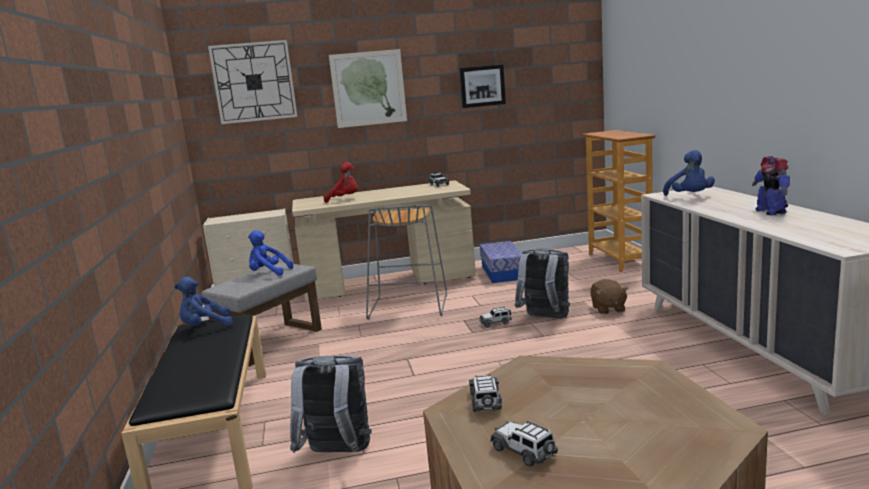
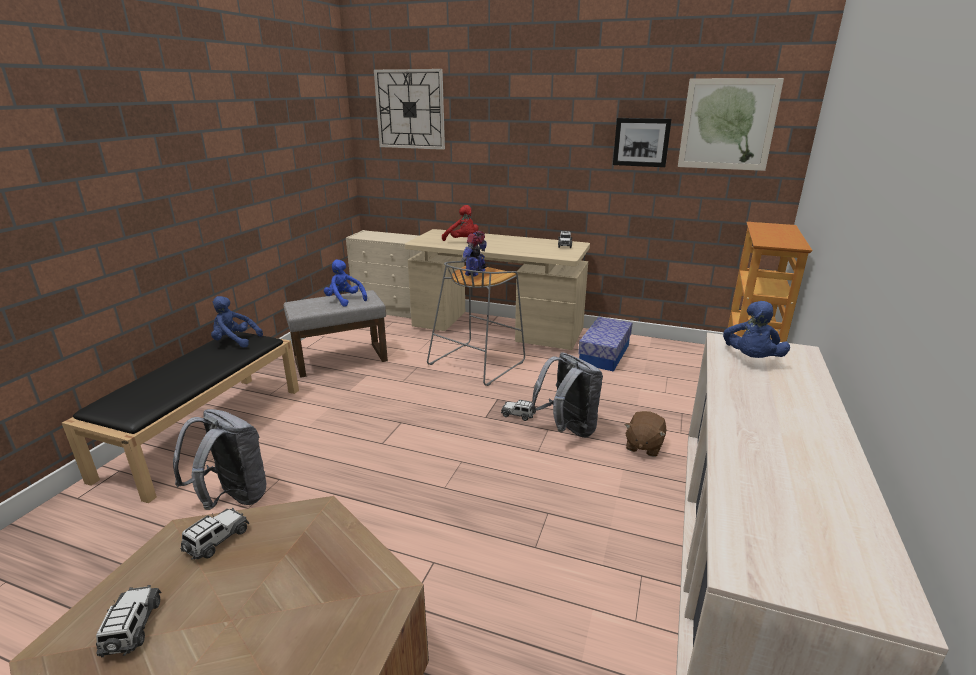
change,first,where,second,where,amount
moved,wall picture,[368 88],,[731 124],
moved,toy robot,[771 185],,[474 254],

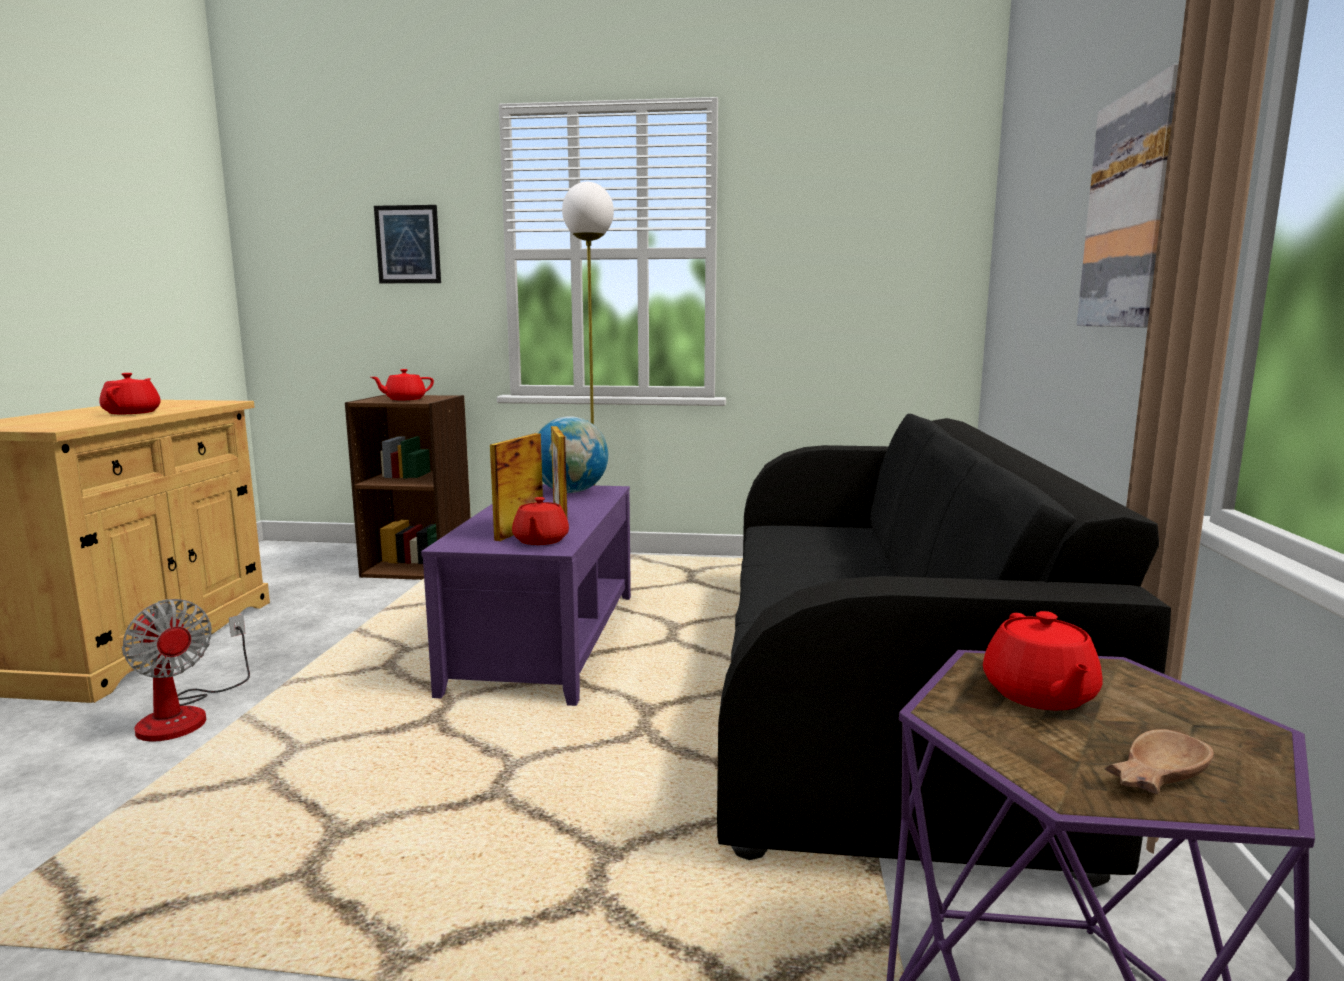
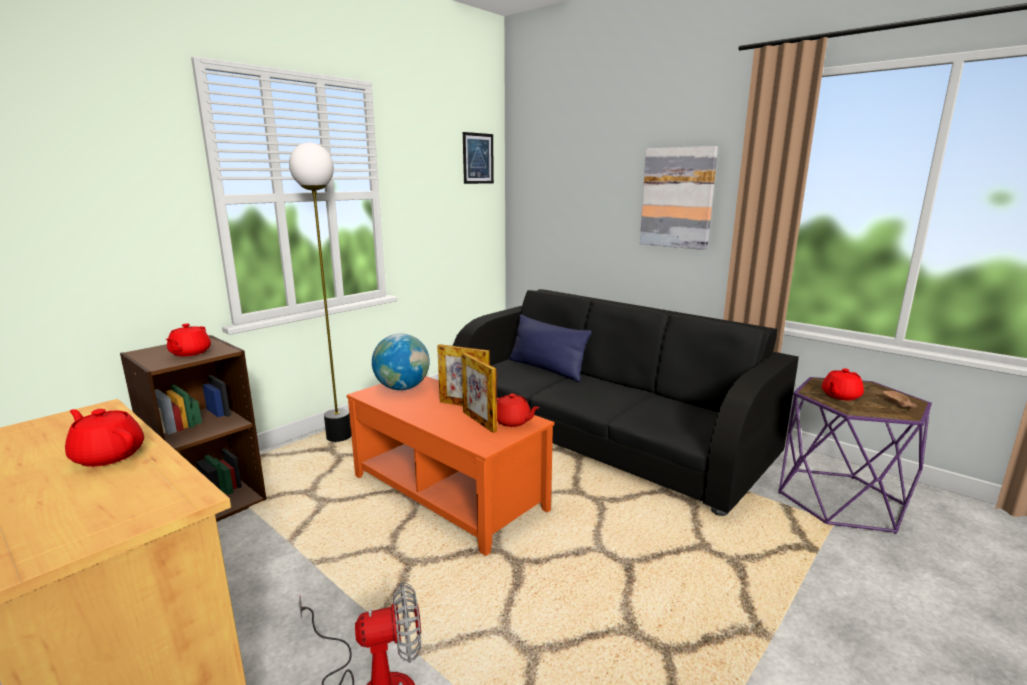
change,first,where,second,where,amount
moved,wall picture,[407 244],,[478 158],
recoloured,coffee table (purplish),[526 595],coffee table (orange-coloured),[450 466],
turned,teapot (red-coloured),[1043 660],,[843 384],105 degrees clockwise
added,,,pillow (bluish),[550 348],

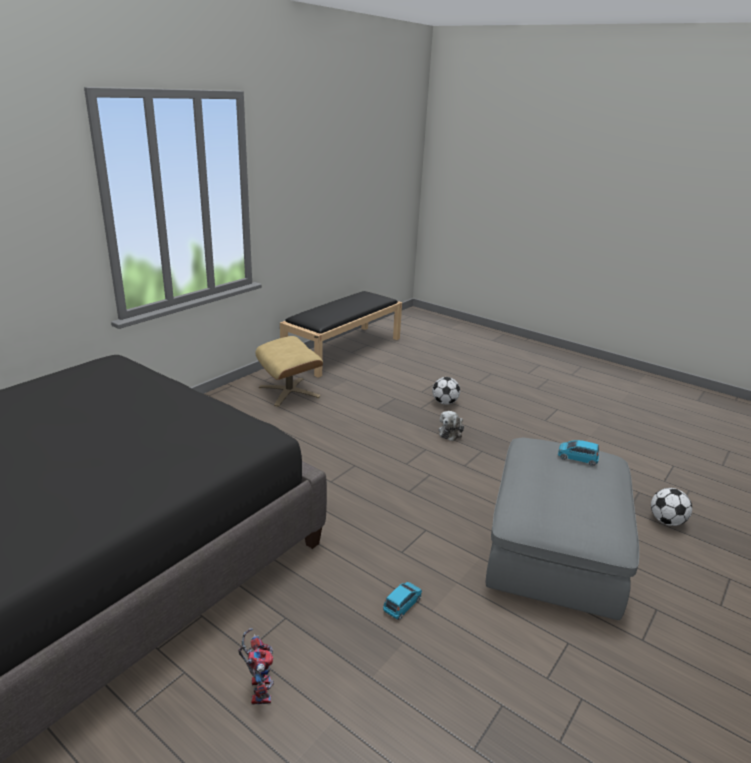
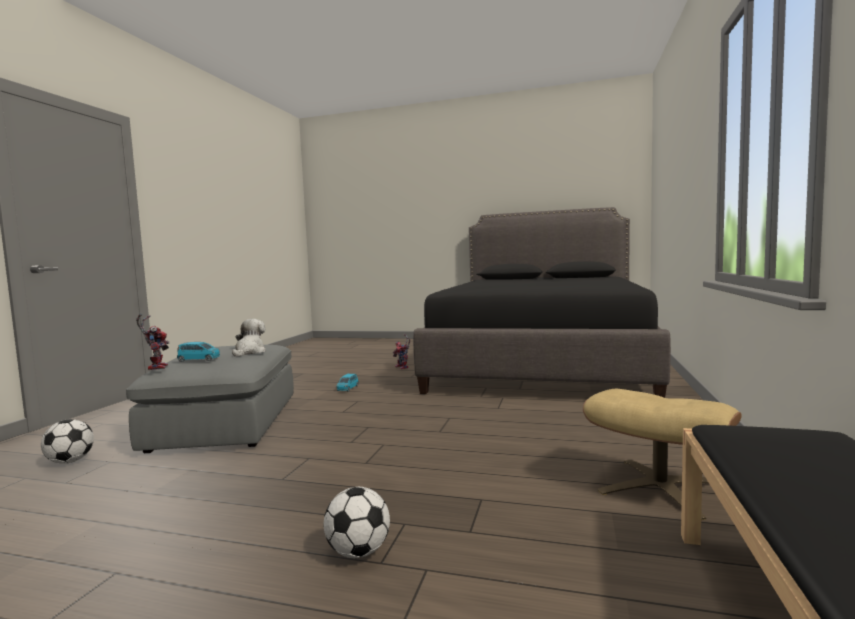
change,first,where,second,where,amount
moved,plush toy,[451 426],,[249 338],
added,,,toy robot,[152 342],

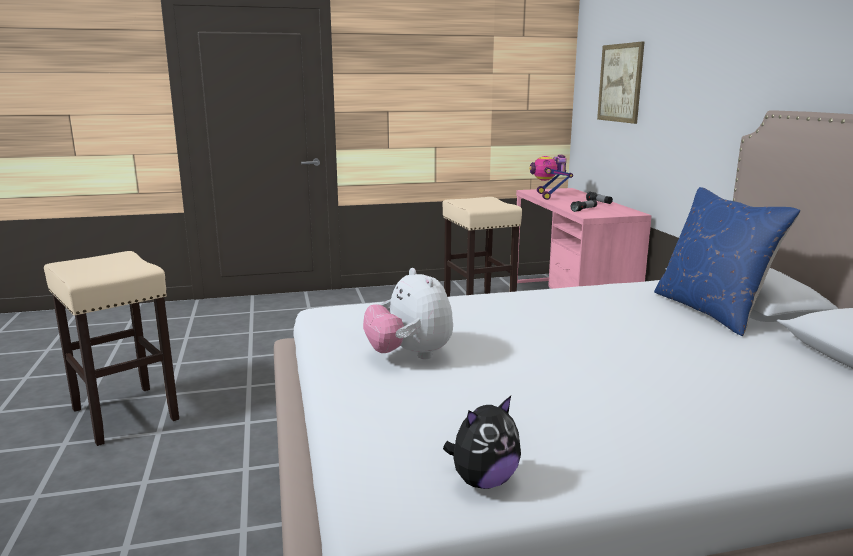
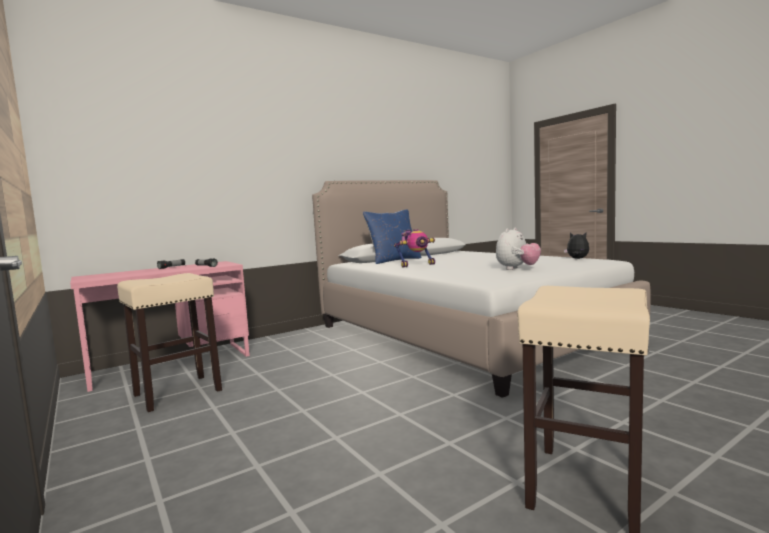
change,first,where,second,where,amount
removed,wall picture,[620 83],,,
moved,toy robot,[551 177],,[414 248],

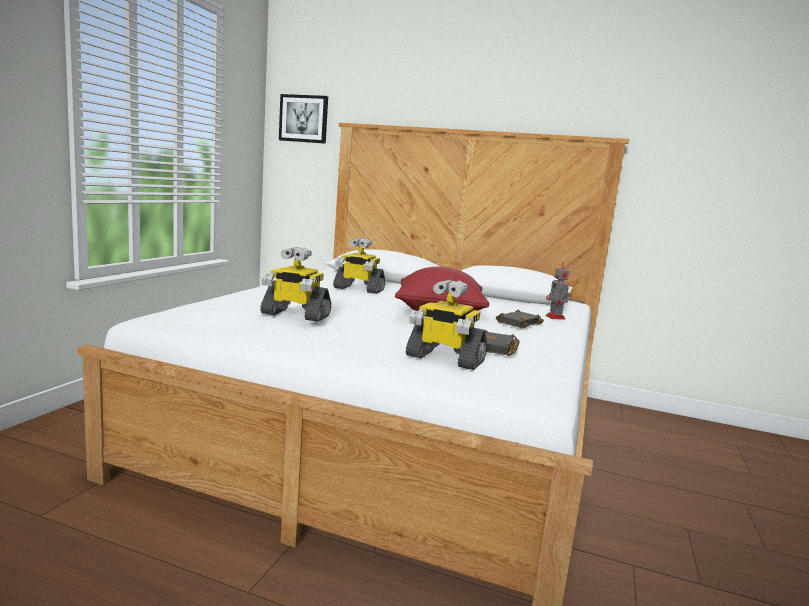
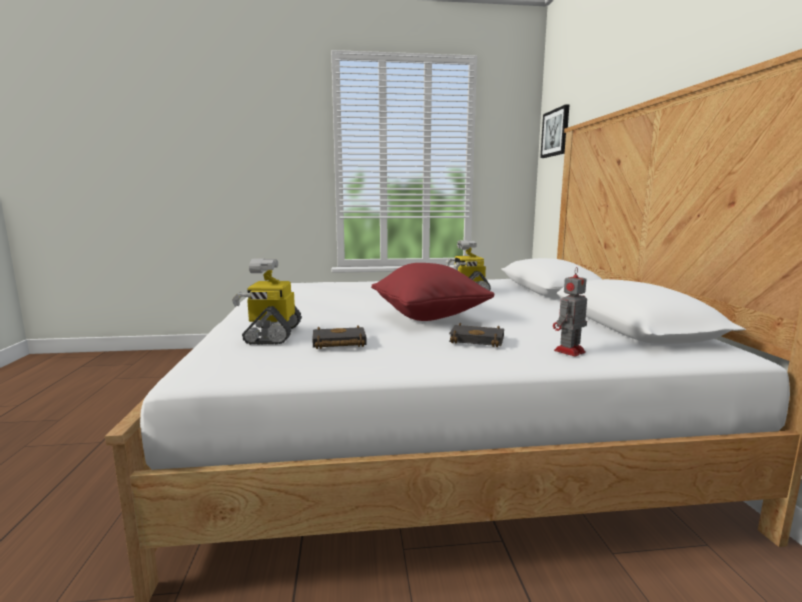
change,first,where,second,where,amount
removed,toy robot,[295 284],,,

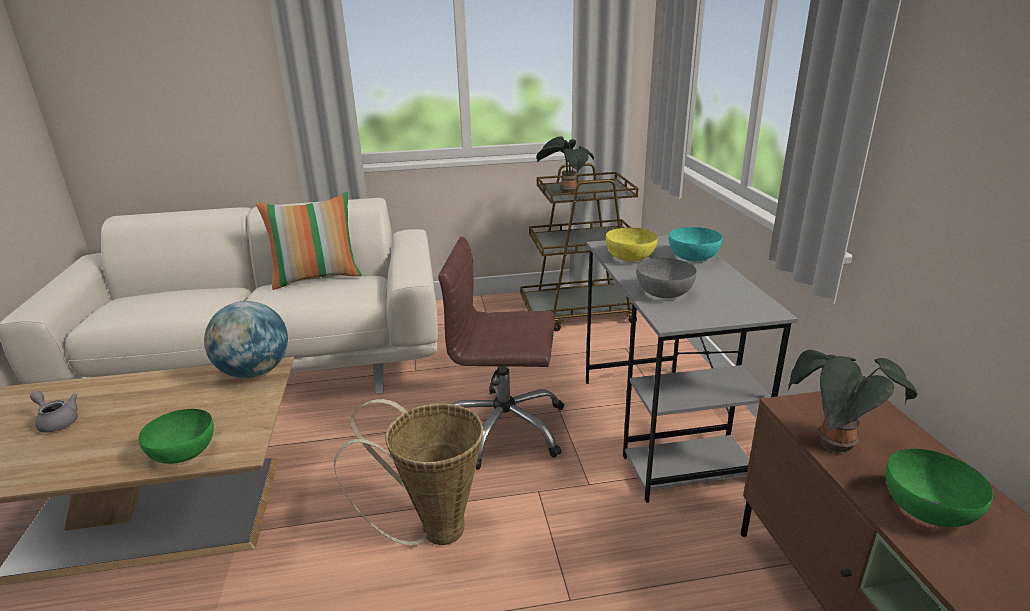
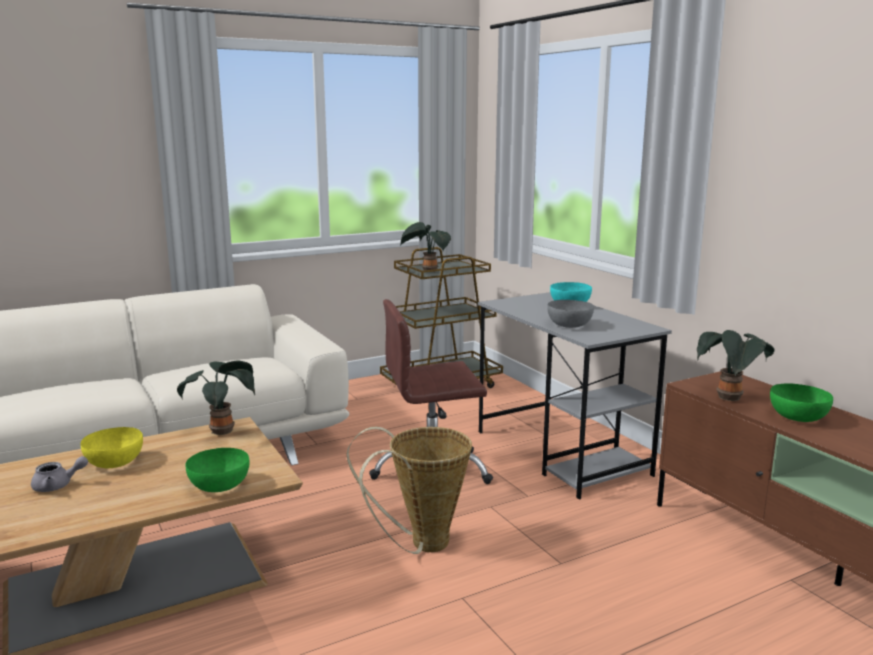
change,first,where,second,where,amount
removed,pillow,[309 241],,,
moved,serving bowl (yellow-coloured),[632 245],,[112 447],
replaced,desk globe,[246 339],plant in a pot,[216 398],
turned,teapot (greyish),[54 411],,[59 474],150 degrees clockwise

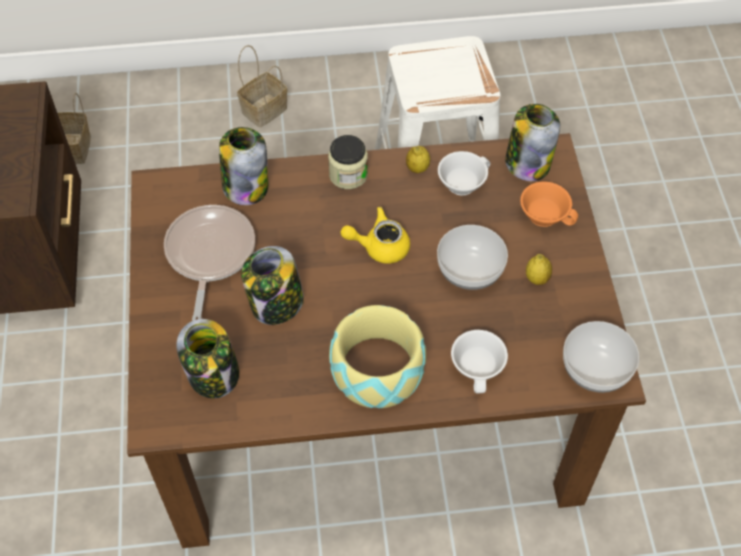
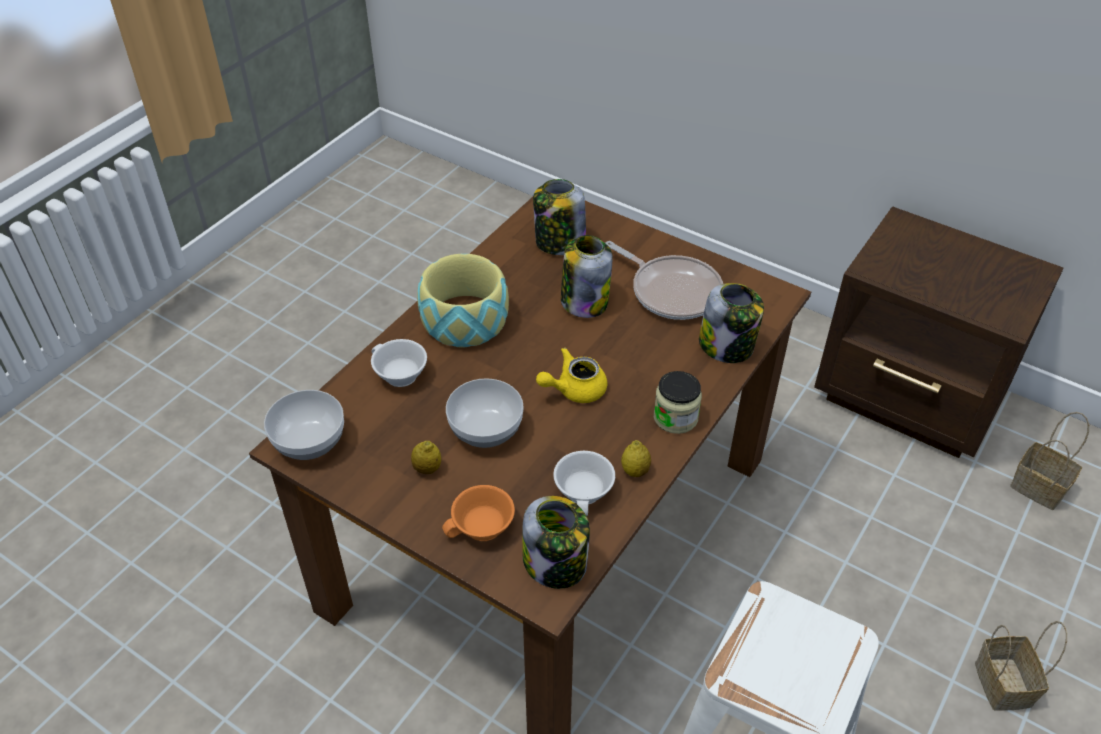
change,first,where,second,where,amount
turned,teapot (yellow-coloured),[375 235],,[571 375],150 degrees counterclockwise

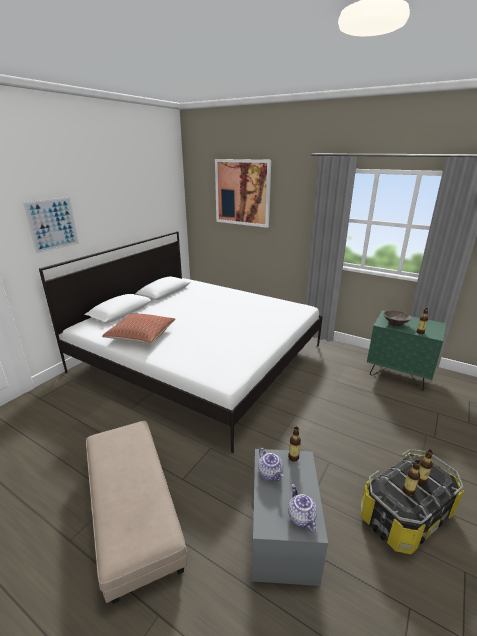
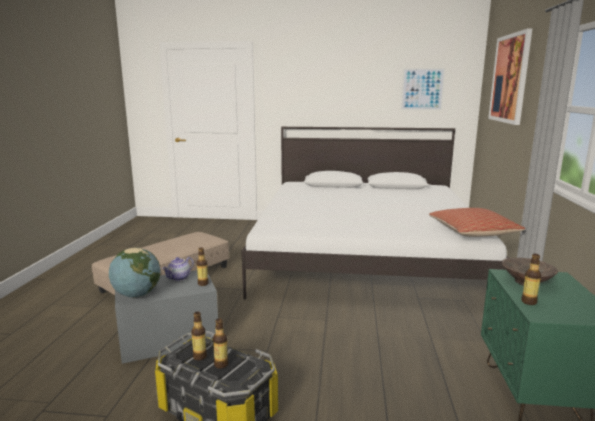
change,first,where,second,where,amount
moved,wall picture,[51 225],,[423 89],
moved,pillow,[138 328],,[477 222],
replaced,teapot,[302 508],desk globe,[135 272],

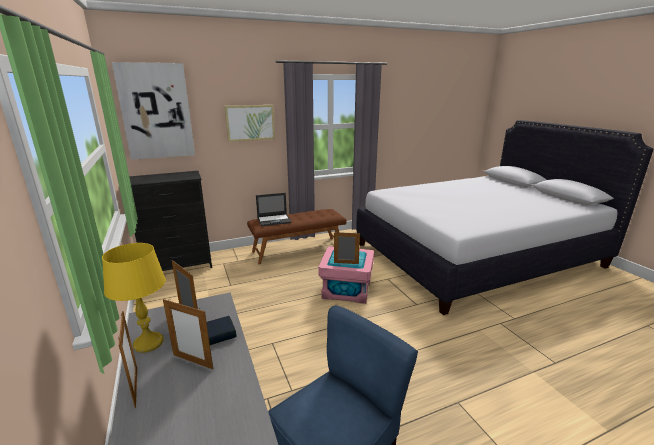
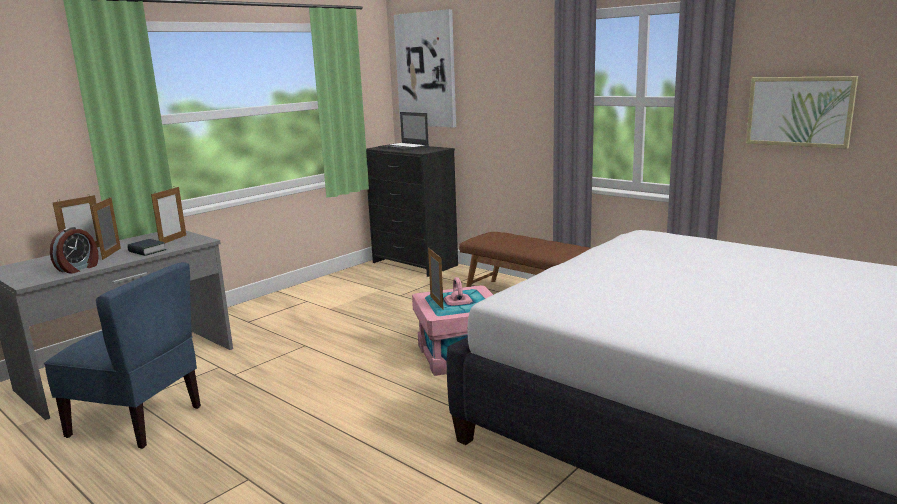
change,first,where,second,where,amount
moved,wall picture,[249 123],,[802 112],
moved,portable computer,[273 209],,[403 131],
removed,lamp for a table (yellow-coloured),[134 298],,,
added,,,bedside clock,[74 250],

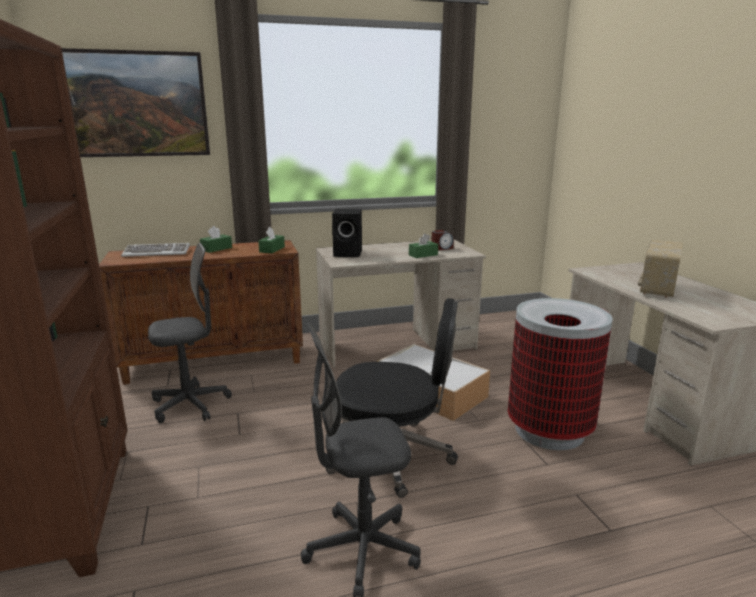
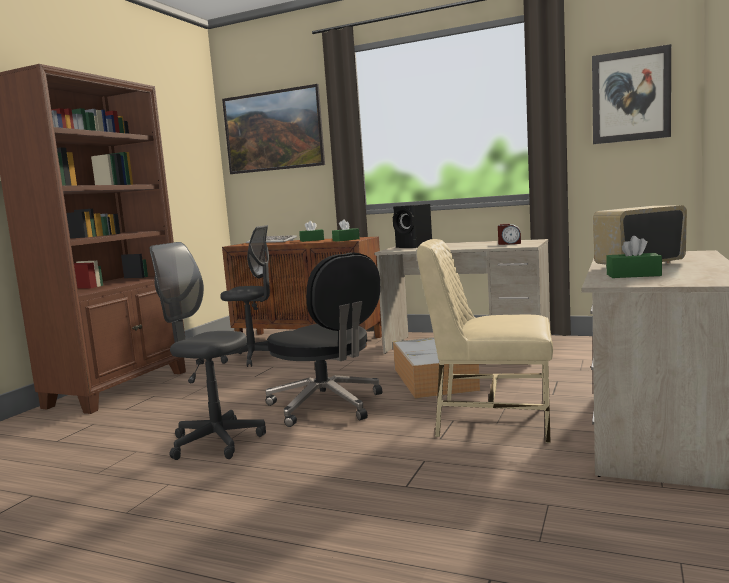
change,first,where,second,where,amount
moved,tissue holder (green-coloured),[423 245],,[634 257],
replaced,waste bin,[560 374],upright chair (beige-coloured),[485 341],
added,,,wall picture,[631 94],

